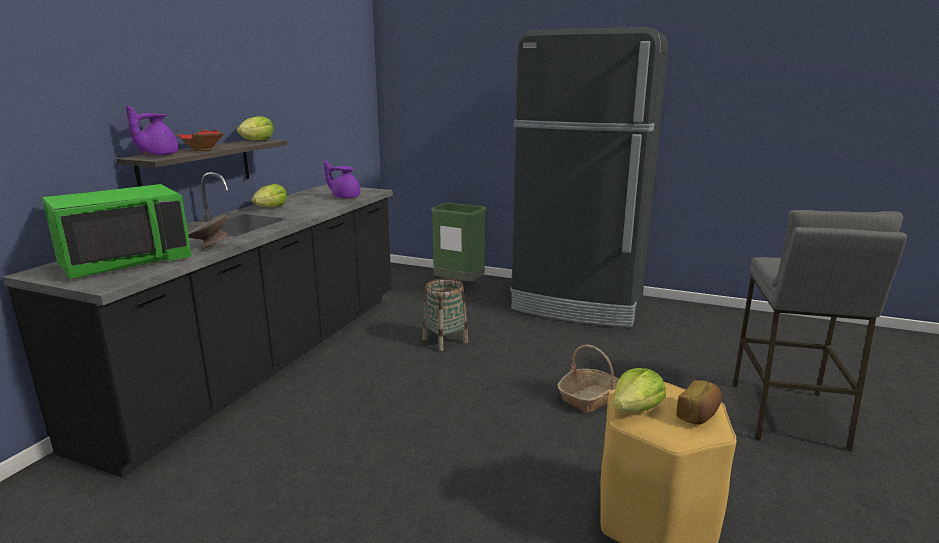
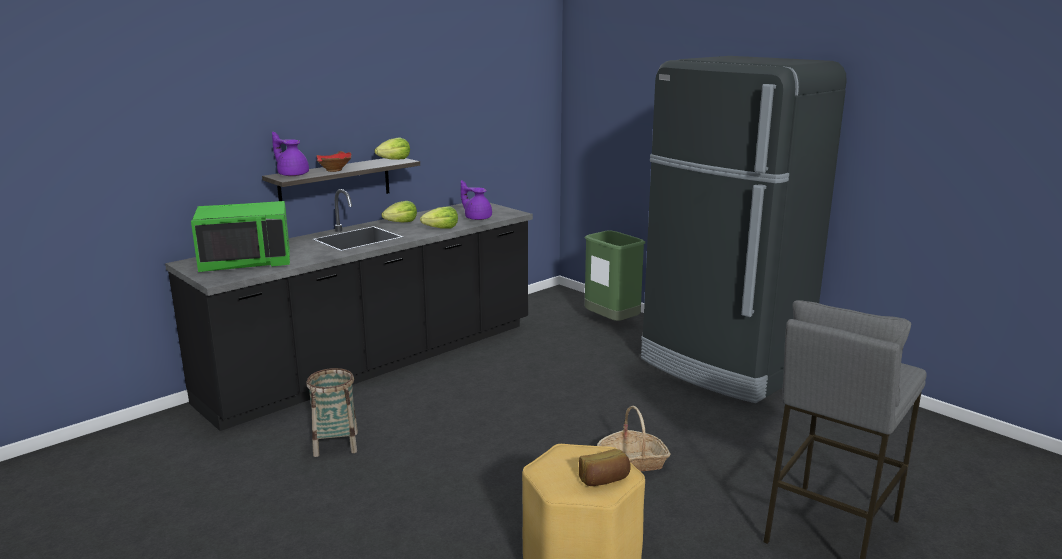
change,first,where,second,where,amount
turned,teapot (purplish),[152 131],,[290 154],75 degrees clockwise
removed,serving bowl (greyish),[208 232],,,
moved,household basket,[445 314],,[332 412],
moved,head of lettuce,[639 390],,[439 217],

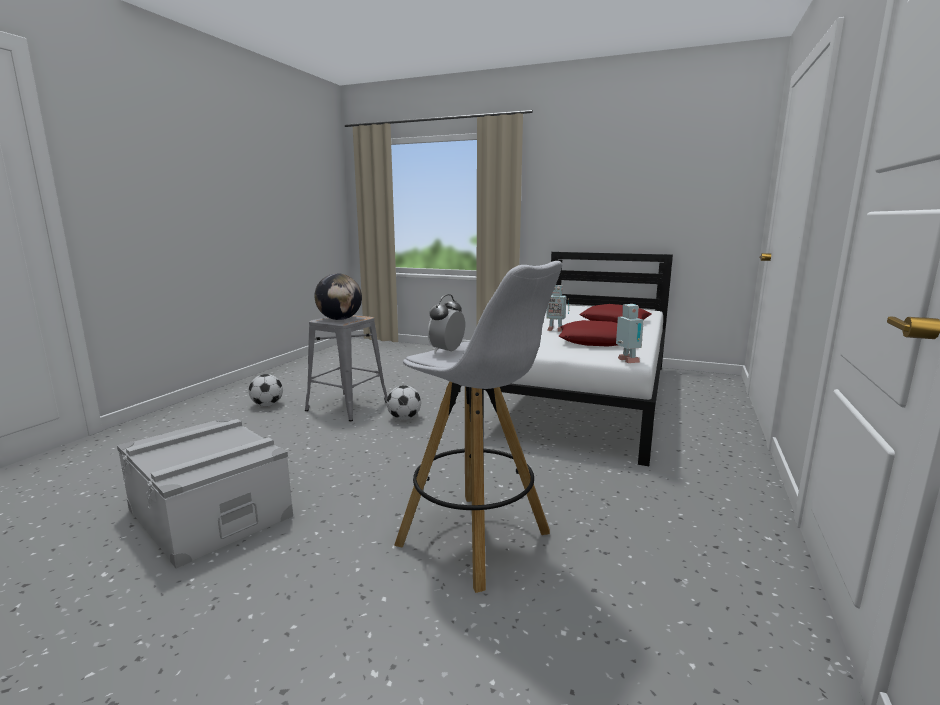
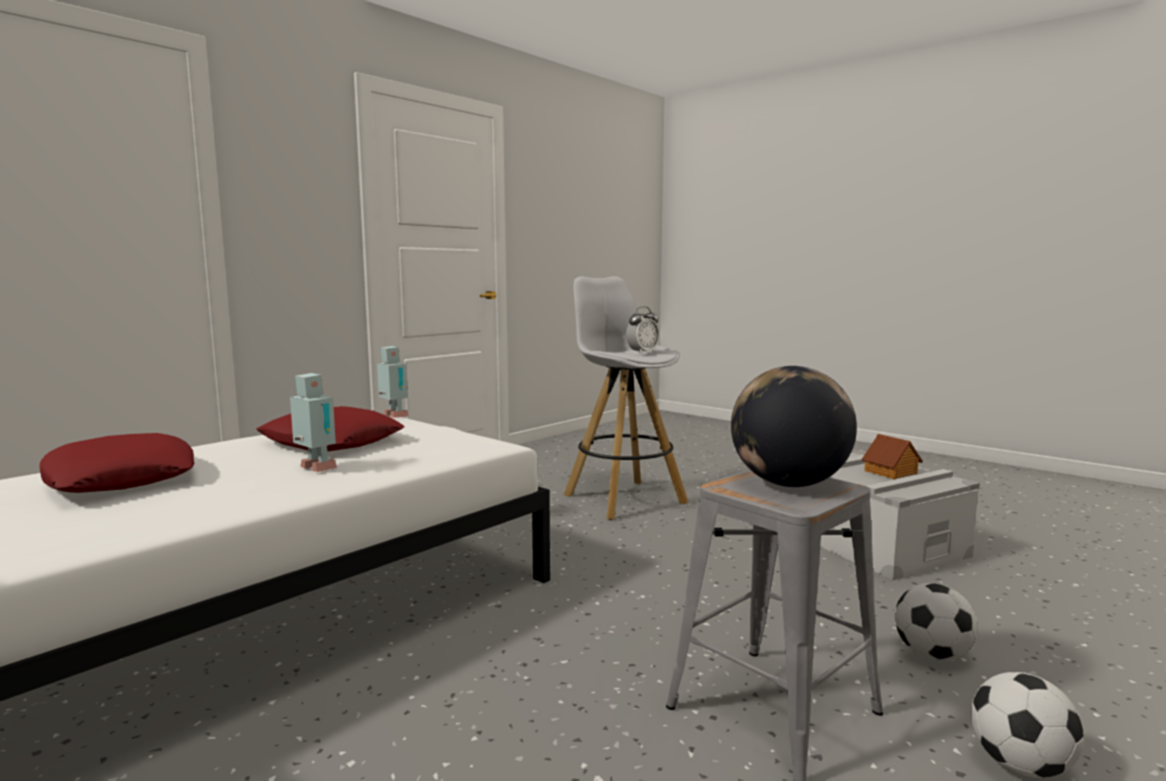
change,first,where,second,where,amount
turned,toy robot,[630 333],,[392 382],135 degrees clockwise
moved,ball for football,[404 402],,[936 622],
added,,,miniature house,[892 456],

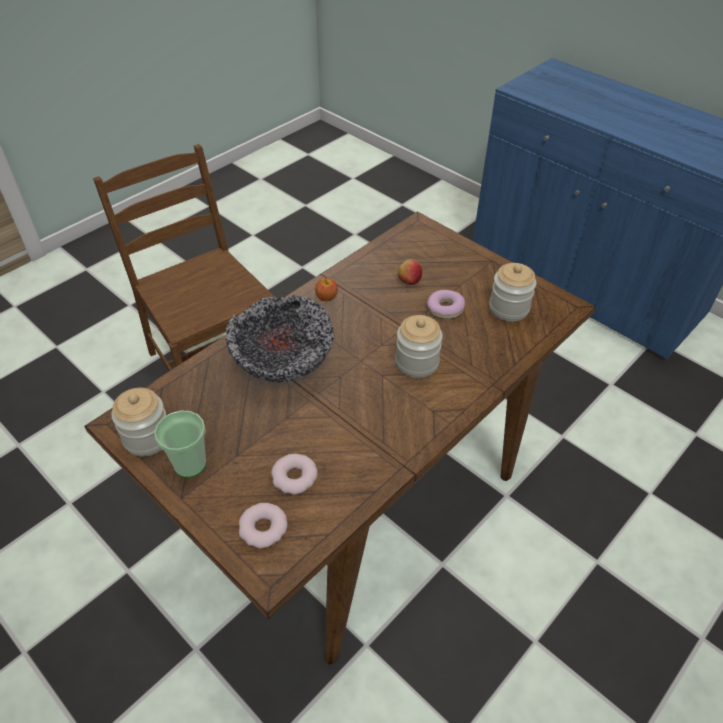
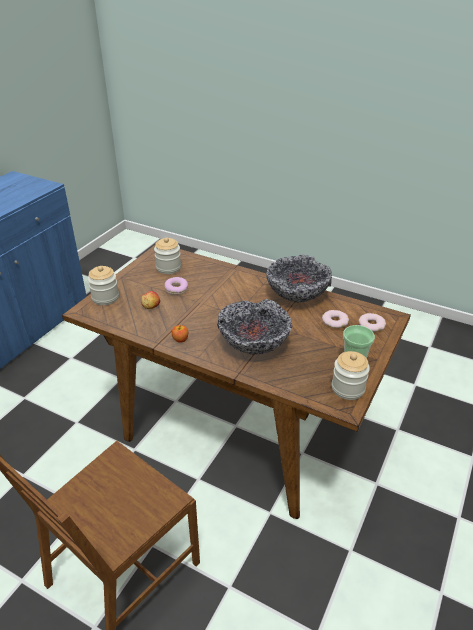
change,first,where,second,where,amount
moved,jar,[419 346],,[103 285],
added,,,serving bowl,[299 278],

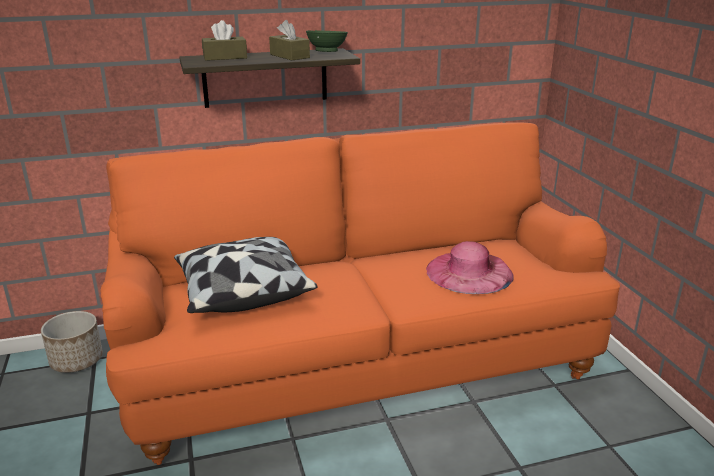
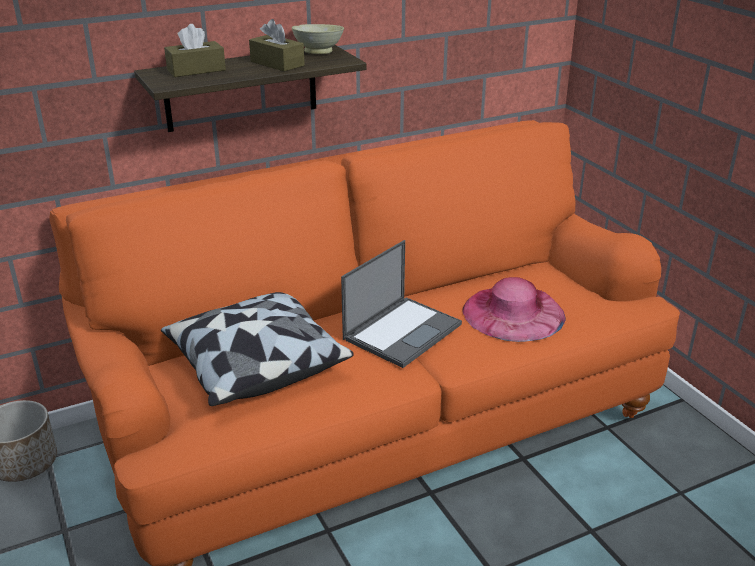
change,first,where,second,where,amount
recoloured,serving bowl (green-coloured),[327 41],serving bowl (beige-coloured),[318 39],
added,,,portable computer,[401 304],

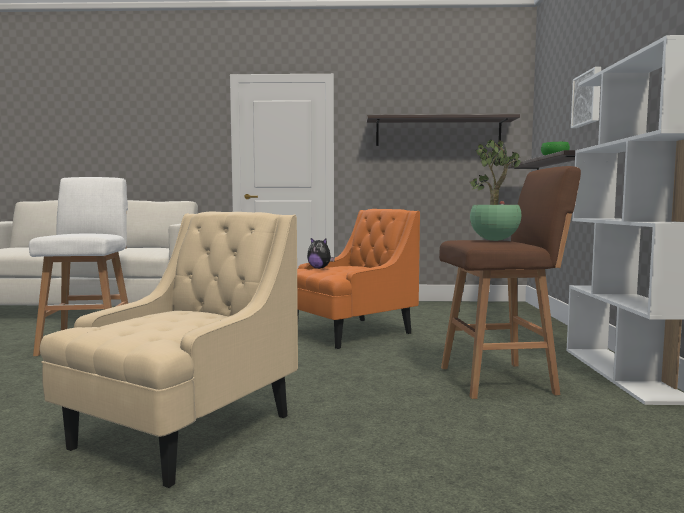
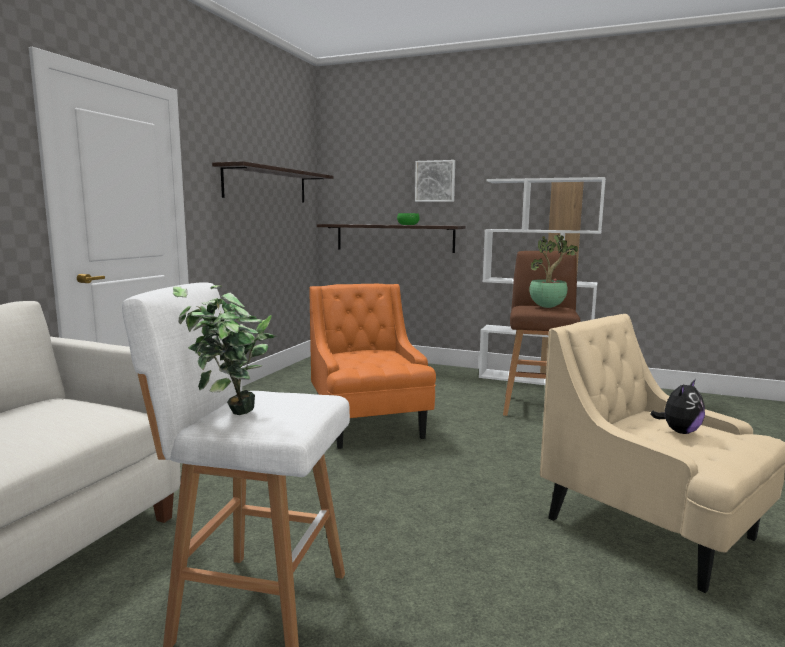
change,first,where,second,where,amount
moved,plush toy,[321 253],,[677 406],
added,,,plant in a pot,[225 350],

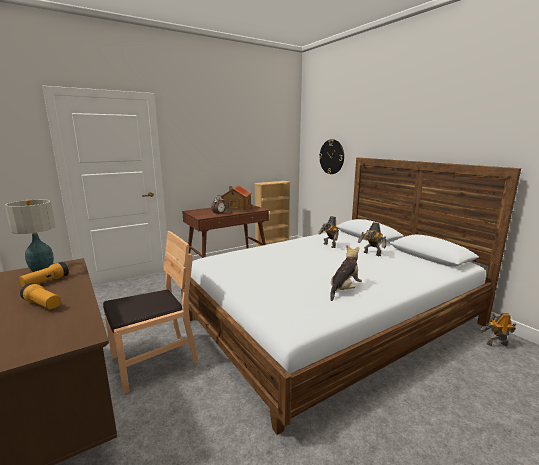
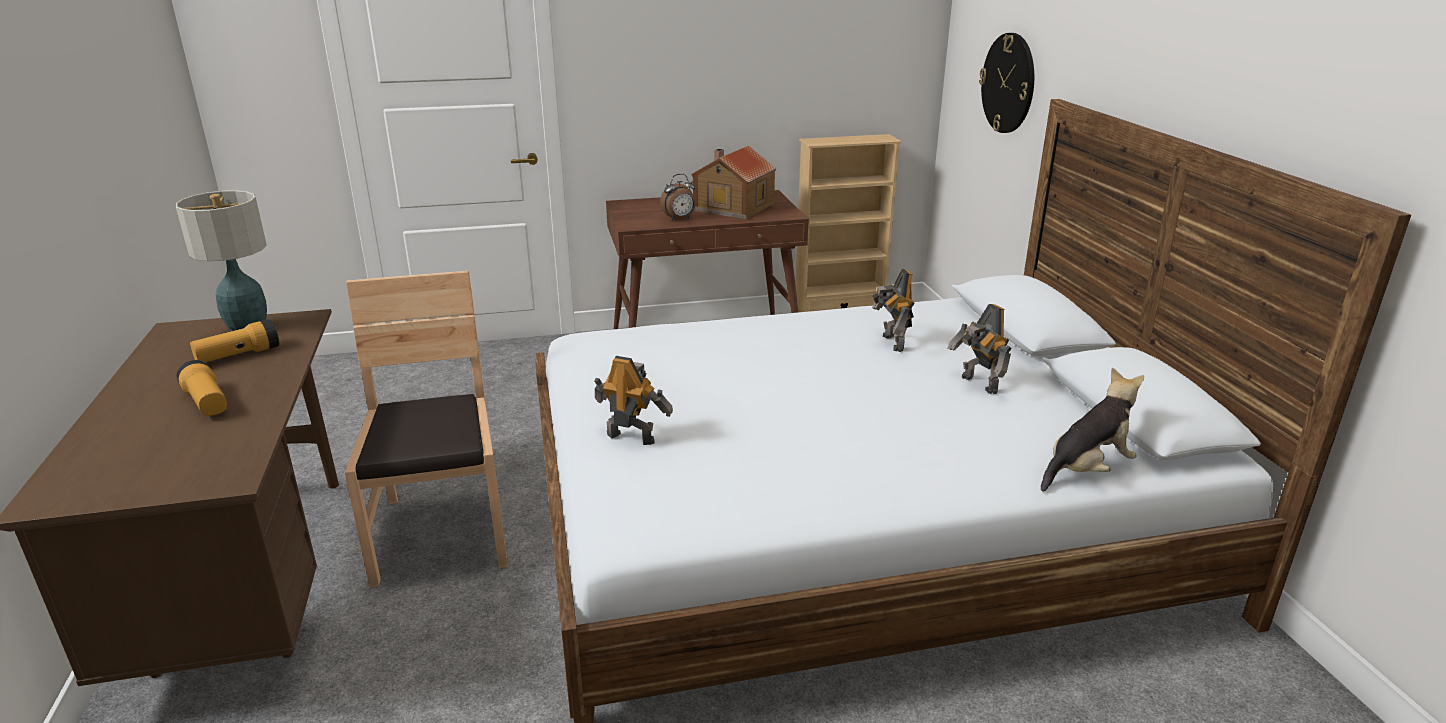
change,first,where,second,where,amount
turned,upright chair (brown),[151 312],,[426 429],90 degrees counterclockwise
moved,plush toy,[346 273],,[1092 429],
moved,toy robot,[498 329],,[633 400],

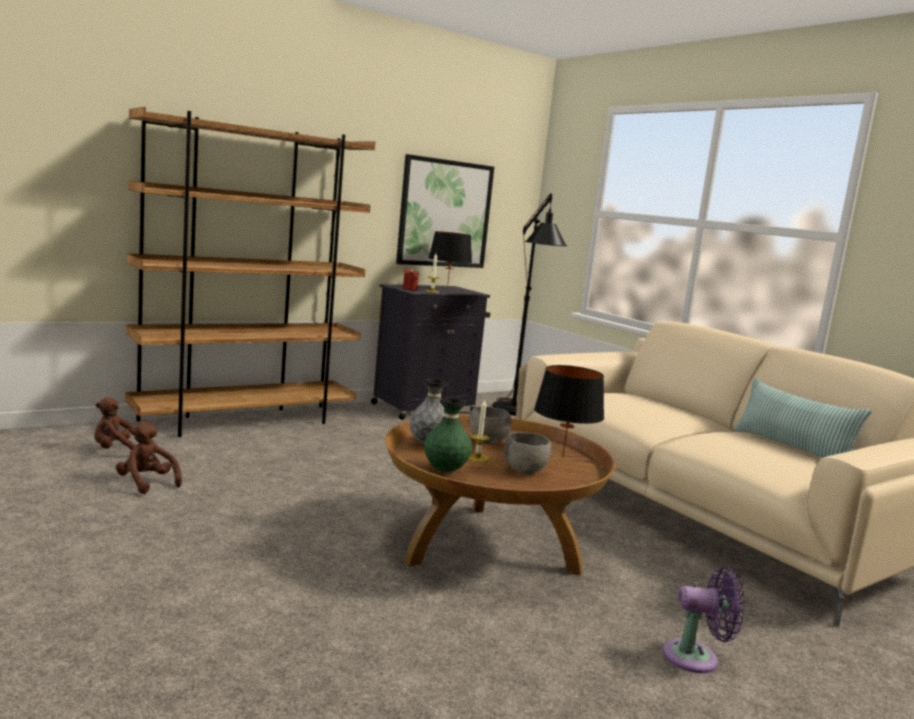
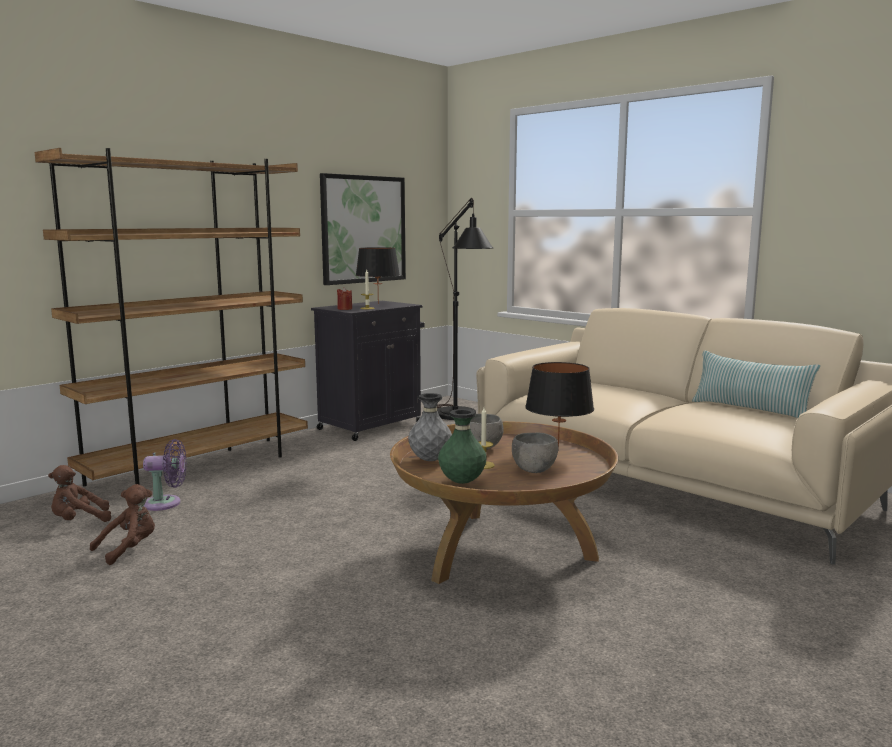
change,first,where,second,where,amount
turned,plush toy (brown),[149 458],,[122 524],105 degrees clockwise
moved,electric fan (purplish),[703 620],,[165 475],

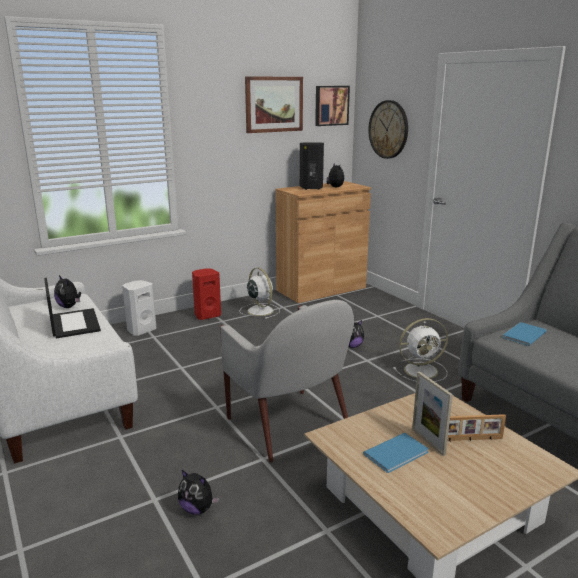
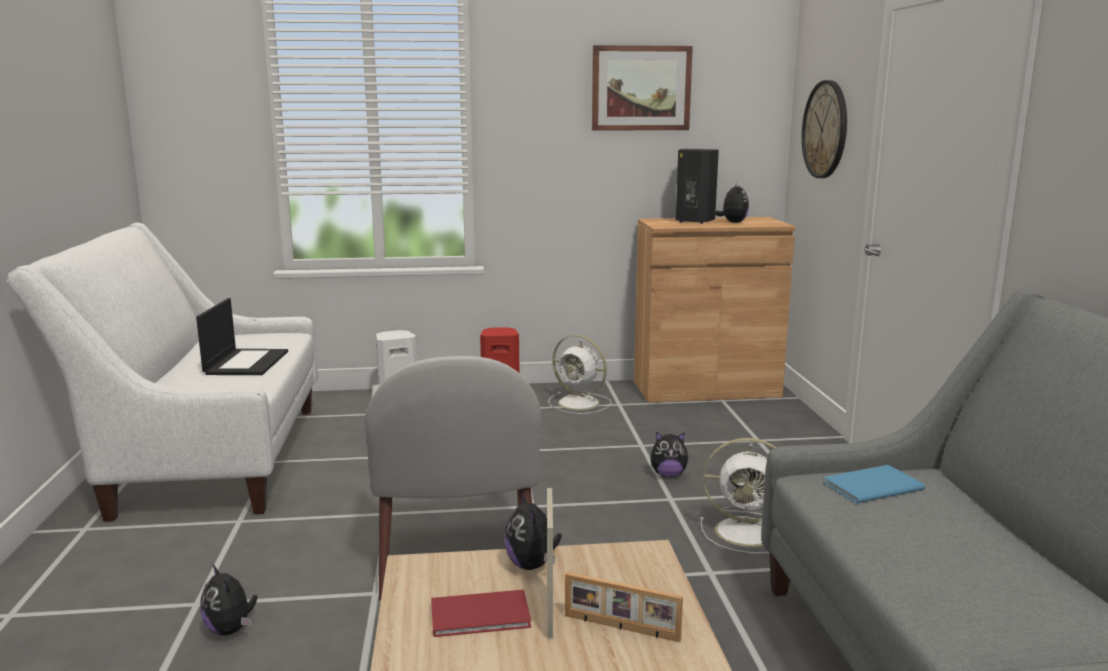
change,first,where,second,where,amount
removed,wall picture,[332 106],,,
turned,electric fan (white-coloured),[259 293],,[580 374],135 degrees clockwise
moved,plush toy,[67 291],,[533 531],
recoloured,bound book (bluish),[396 453],bound book (red-coloured),[481 613],

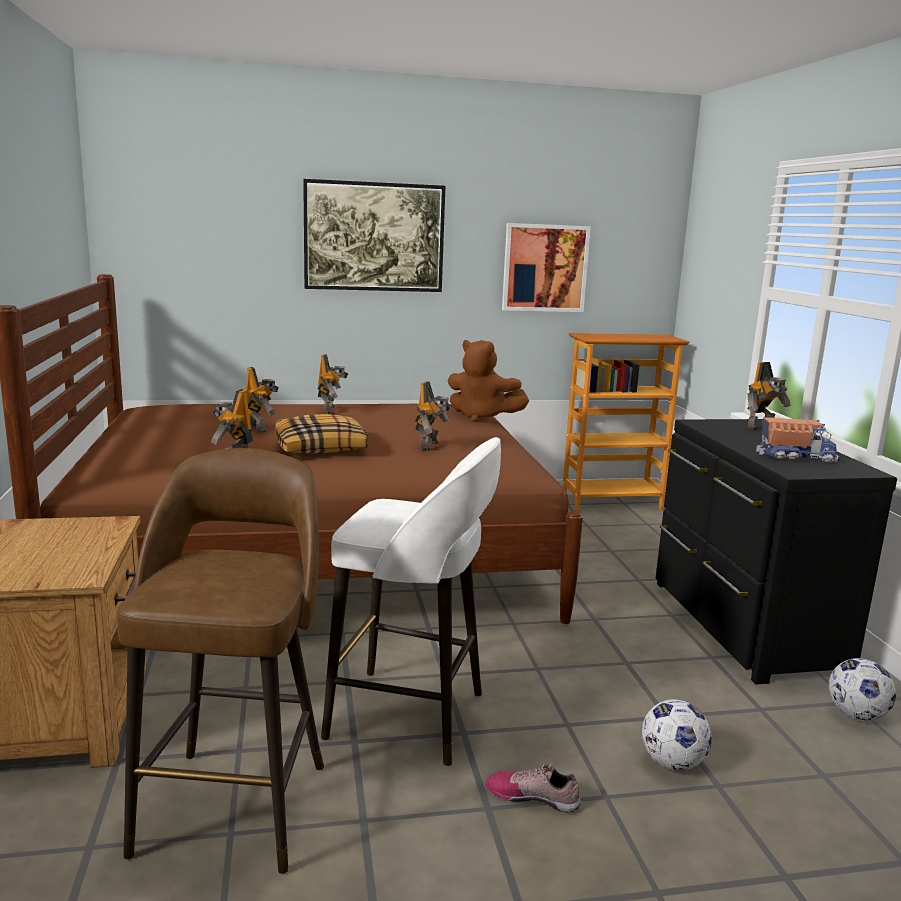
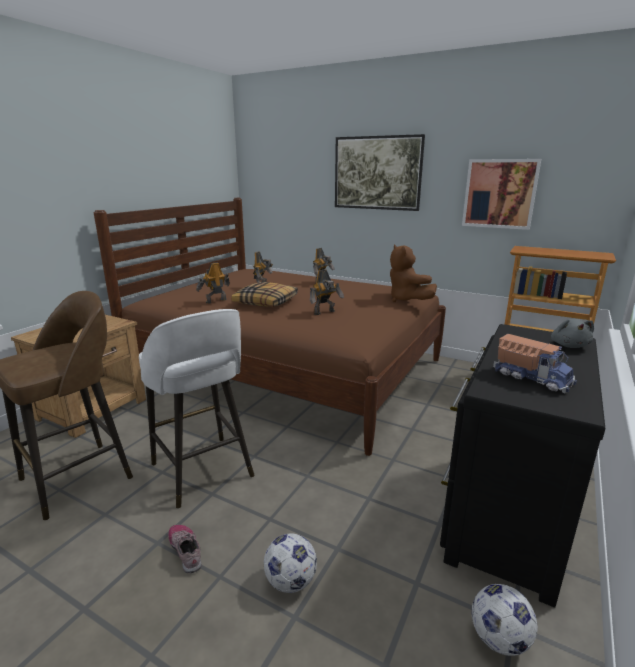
change,first,where,second,where,amount
replaced,toy robot,[769 396],plush toy (greyish),[572 333],

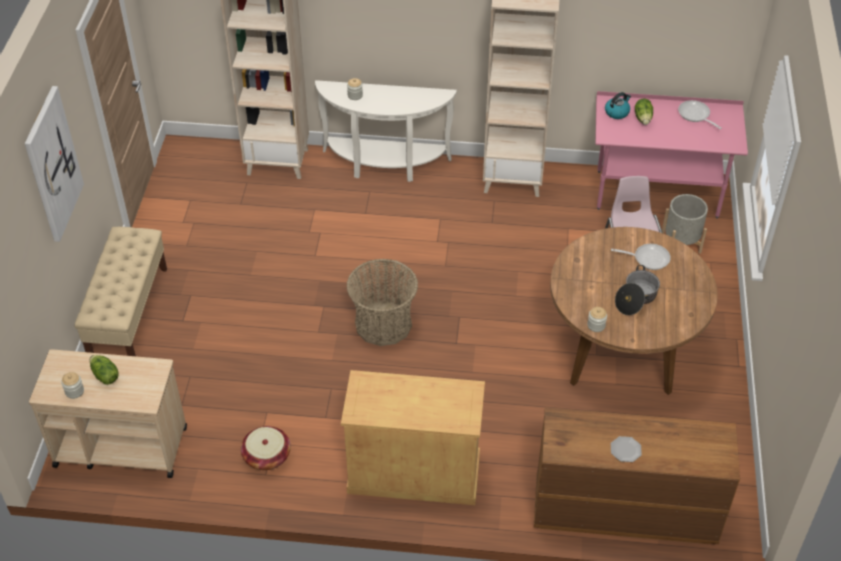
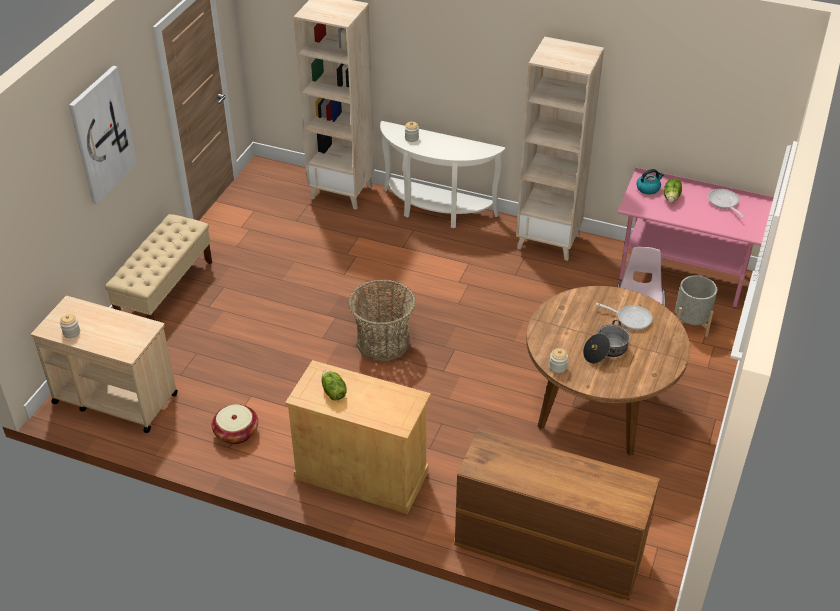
change,first,where,second,where,amount
moved,head of lettuce,[104 370],,[334 385],
removed,plate,[626 449],,,

